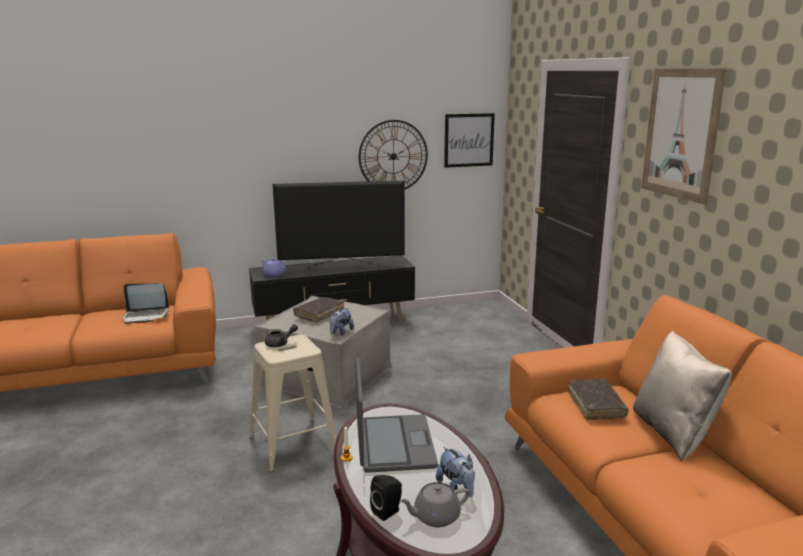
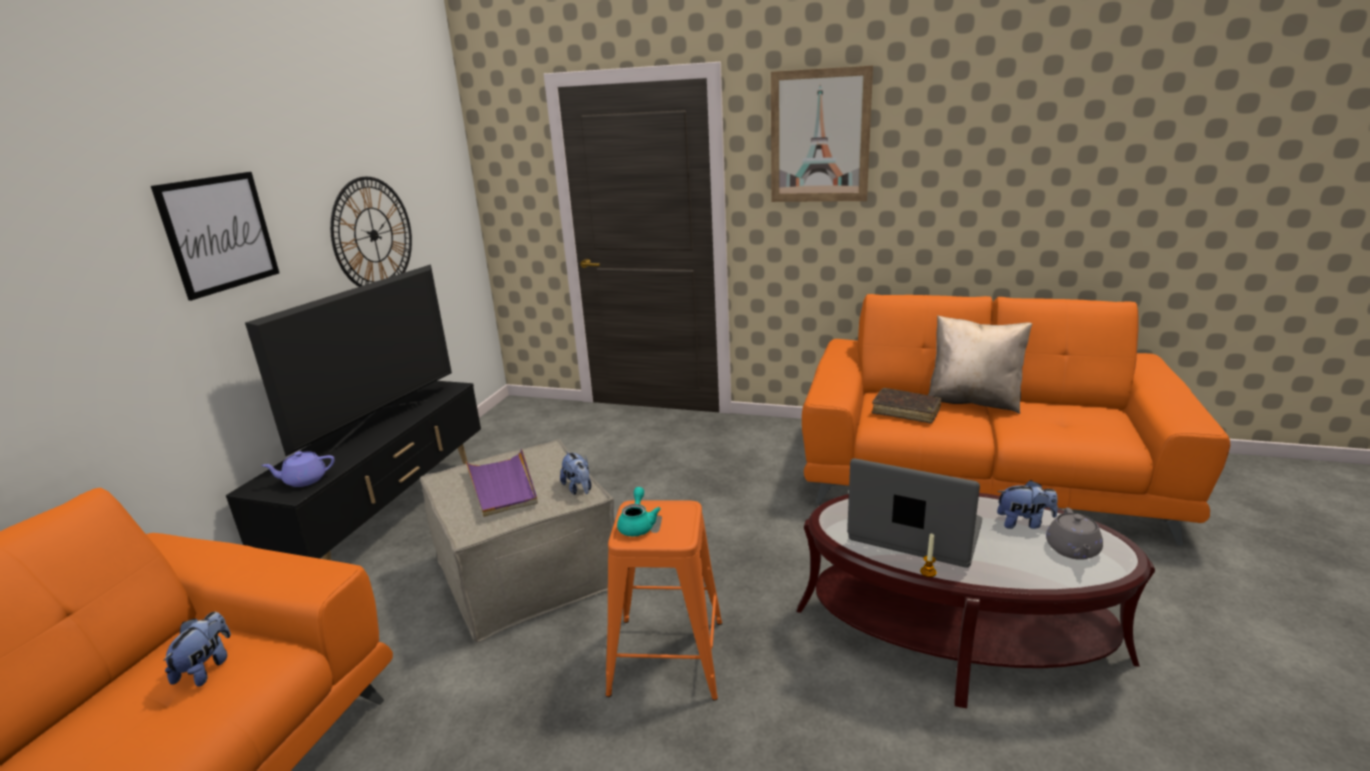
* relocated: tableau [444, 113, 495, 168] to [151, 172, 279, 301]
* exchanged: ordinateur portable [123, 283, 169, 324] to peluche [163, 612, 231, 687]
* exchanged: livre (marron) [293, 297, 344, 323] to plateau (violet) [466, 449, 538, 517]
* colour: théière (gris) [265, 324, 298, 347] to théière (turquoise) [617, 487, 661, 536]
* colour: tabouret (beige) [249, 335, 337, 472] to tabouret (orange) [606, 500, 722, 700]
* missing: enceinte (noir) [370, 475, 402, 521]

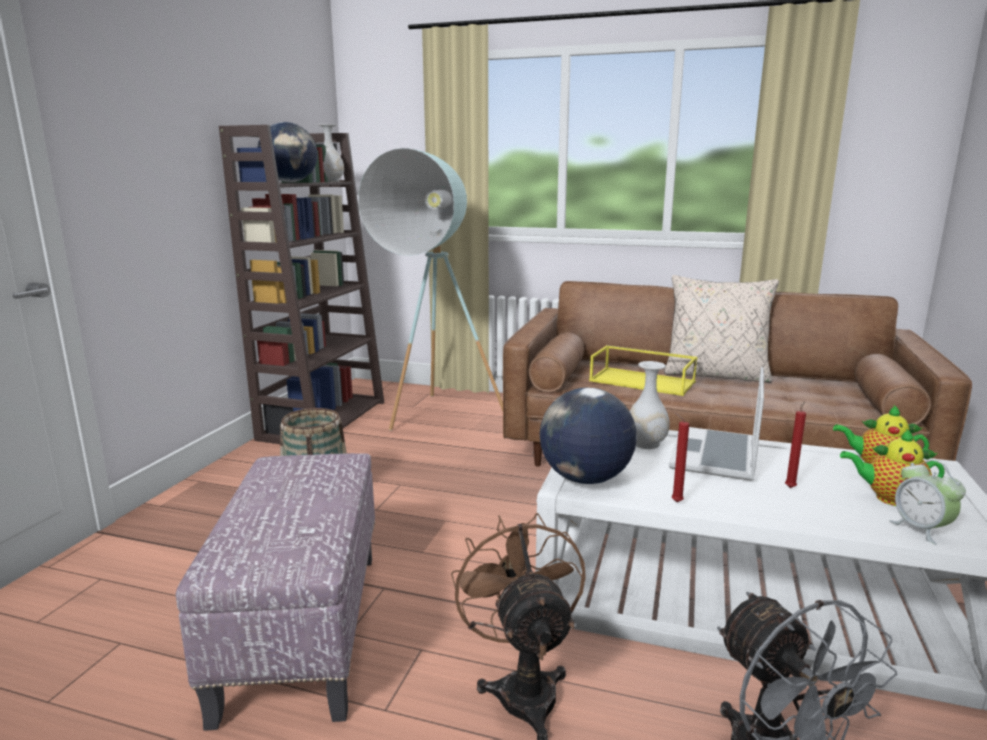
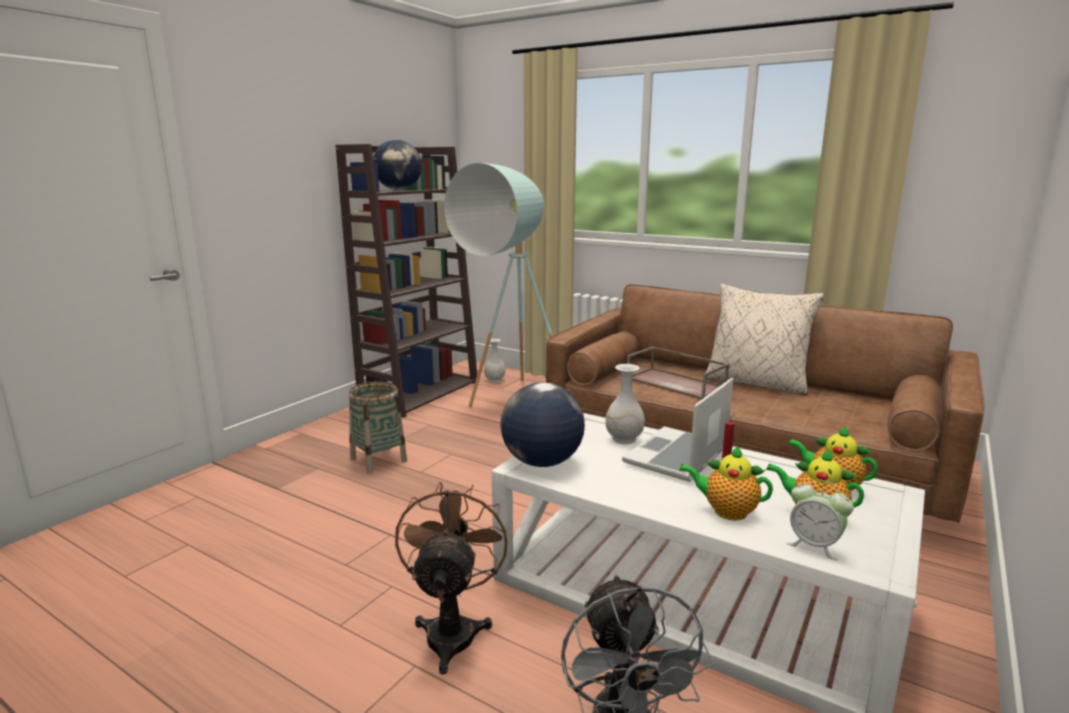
* relocated: vase (blanc) [319, 124, 344, 182] to [484, 339, 505, 383]
* colour: plateau (jaune) [589, 345, 698, 396] to plateau (marron) [627, 346, 730, 400]
* missing: bougie (rouge) [672, 413, 689, 502]
* missing: pouf [176, 453, 375, 731]
* spun: réveil [889, 460, 966, 545] = [786, 479, 854, 561] 45 degrees counterclockwise
* appeared: théière [679, 445, 773, 520]

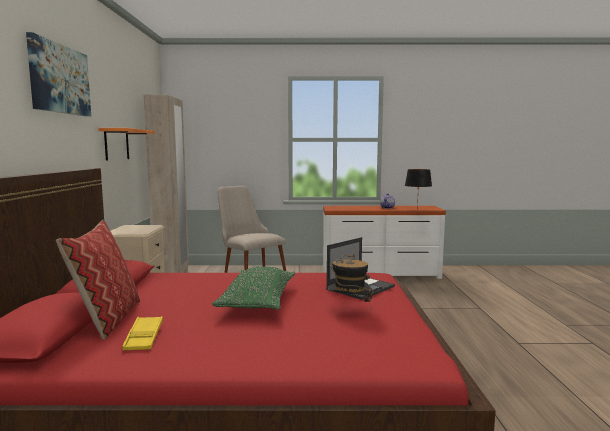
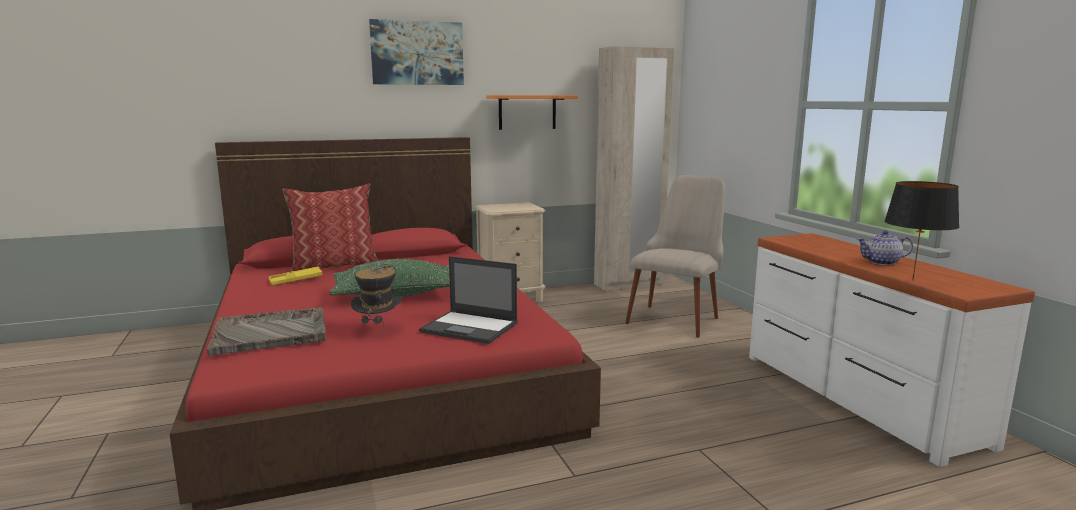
* appeared: plateau (gris) [207, 307, 326, 355]

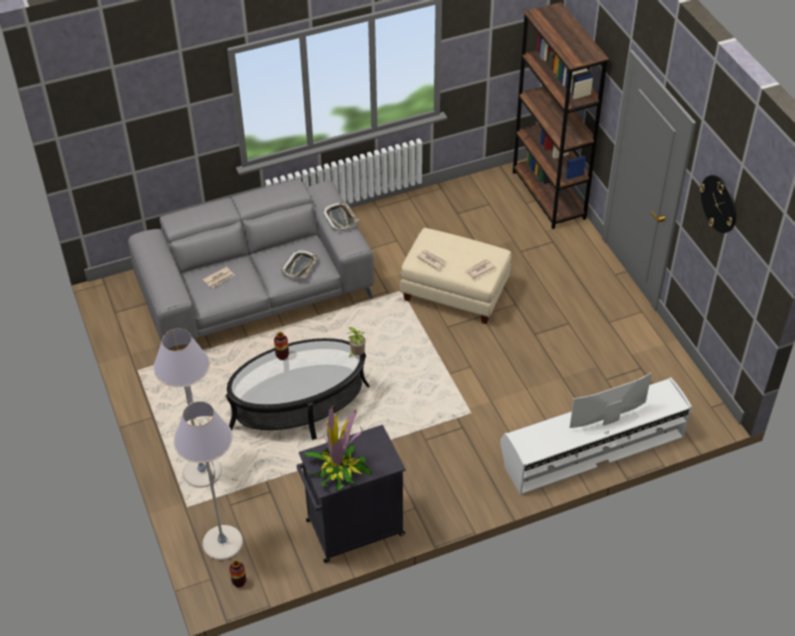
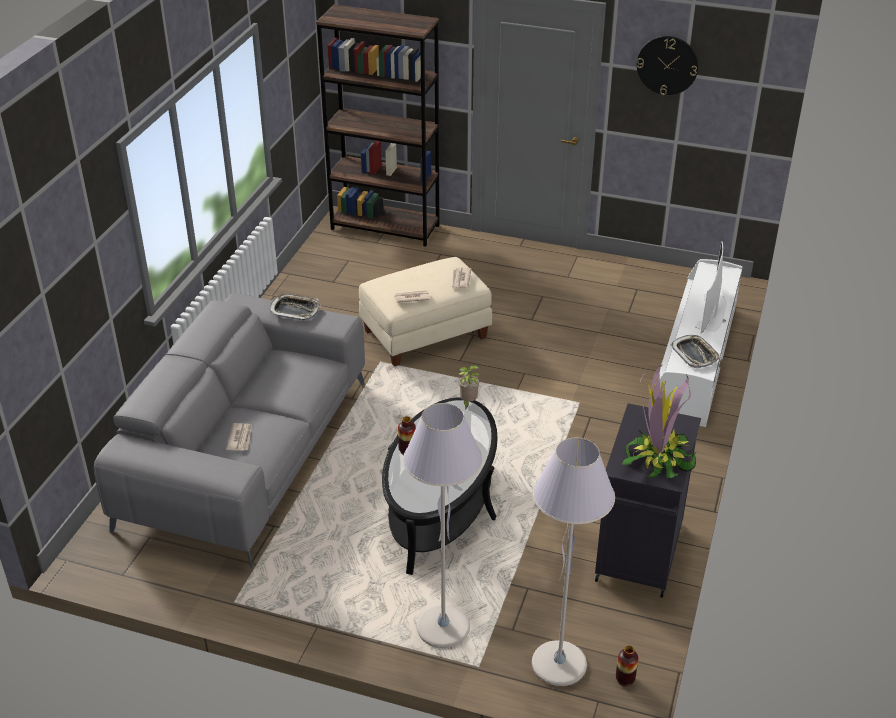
* relocated: plateau [281, 250, 318, 279] to [670, 335, 721, 368]

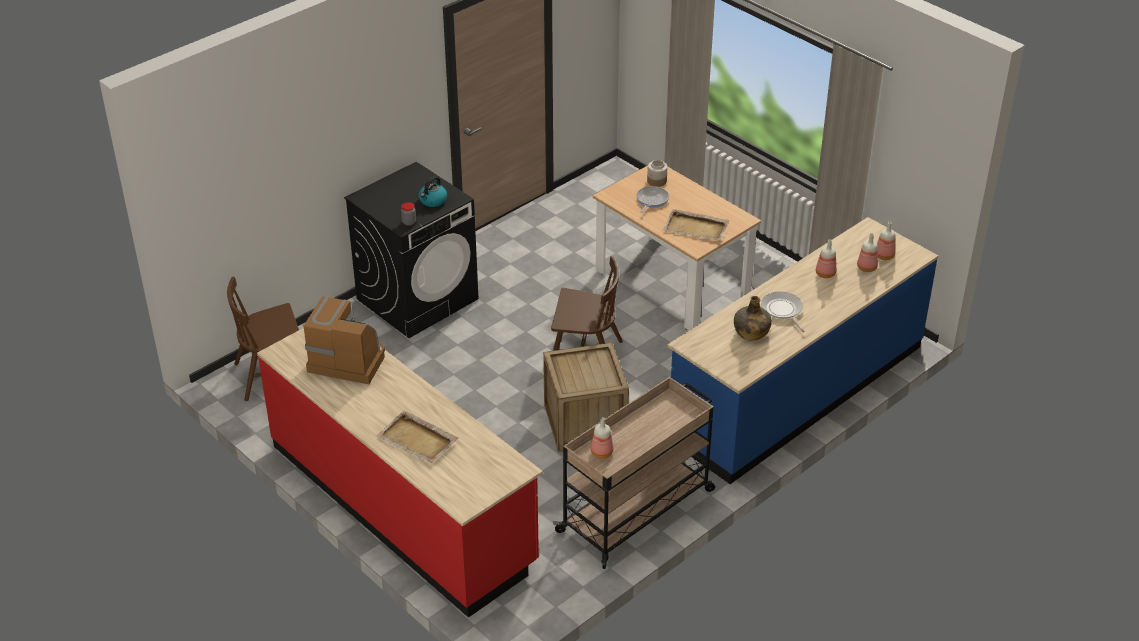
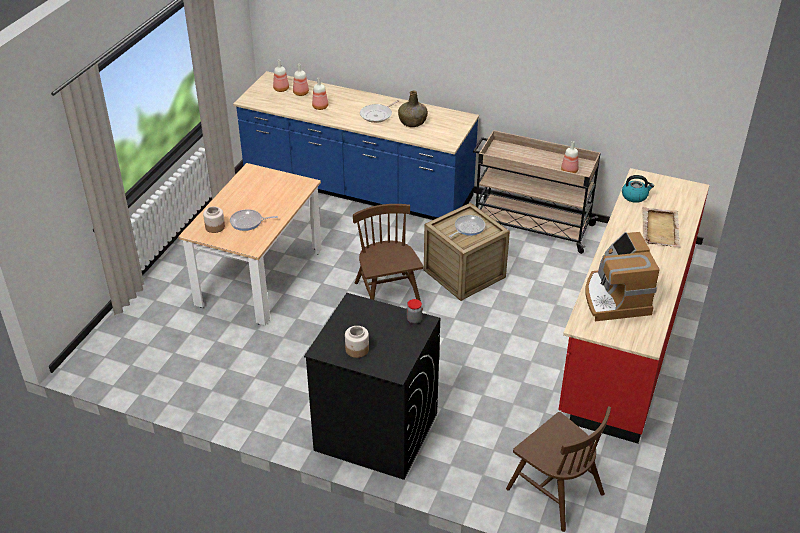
* relocated: bouilloire [419, 176, 447, 207] to [622, 175, 654, 203]
* missing: plateau (beige) [662, 209, 730, 241]
* appeared: poêle [449, 215, 485, 237]
* appeared: bocal [345, 326, 369, 358]

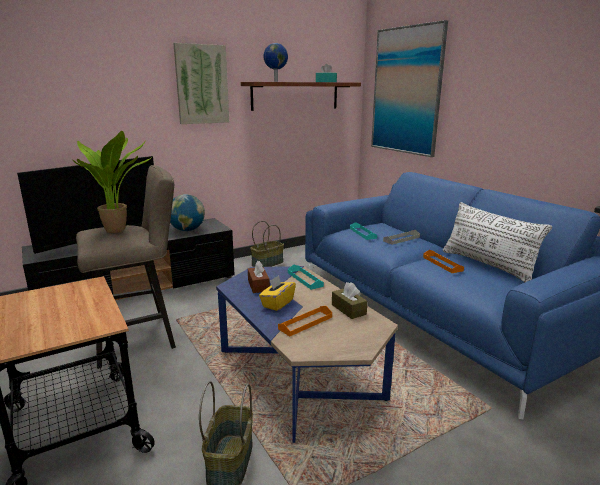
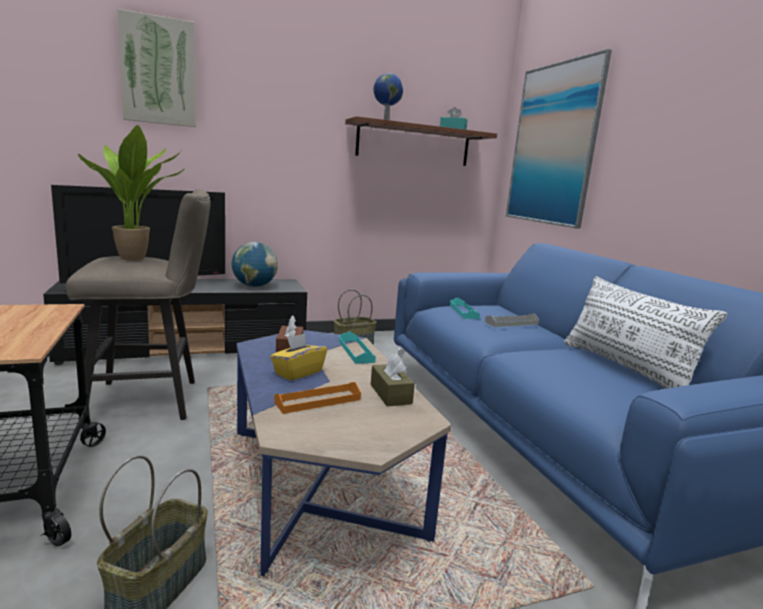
* relocated: tableau [173, 43, 229, 124] to [117, 9, 196, 127]
* missing: plateau (orange) [423, 250, 464, 273]

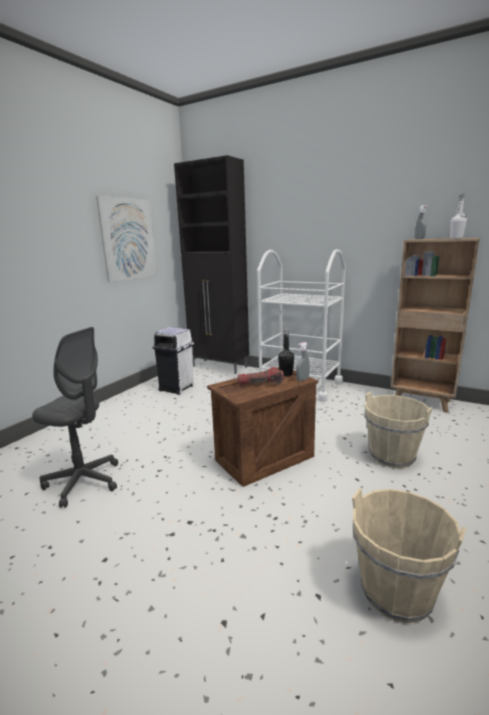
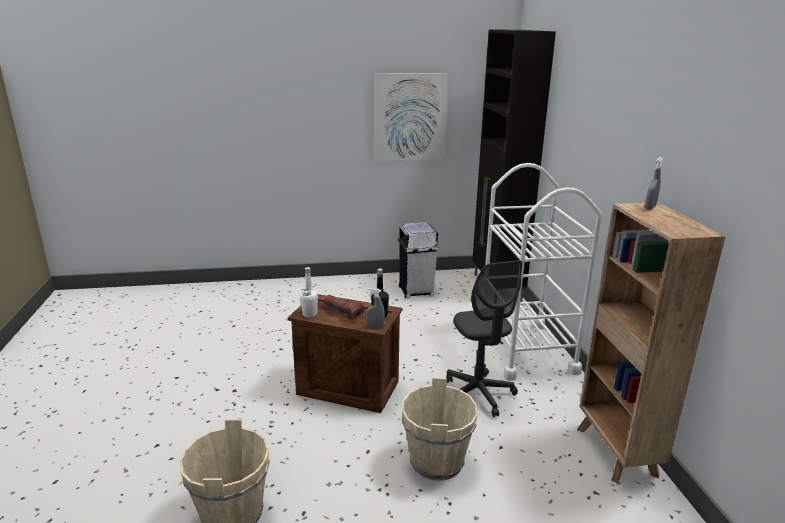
* relocated: bouteille (blanc) [450, 194, 467, 239] to [300, 267, 318, 318]
* relocated: chaise de bureau (gris) [32, 327, 118, 508] to [446, 260, 523, 417]

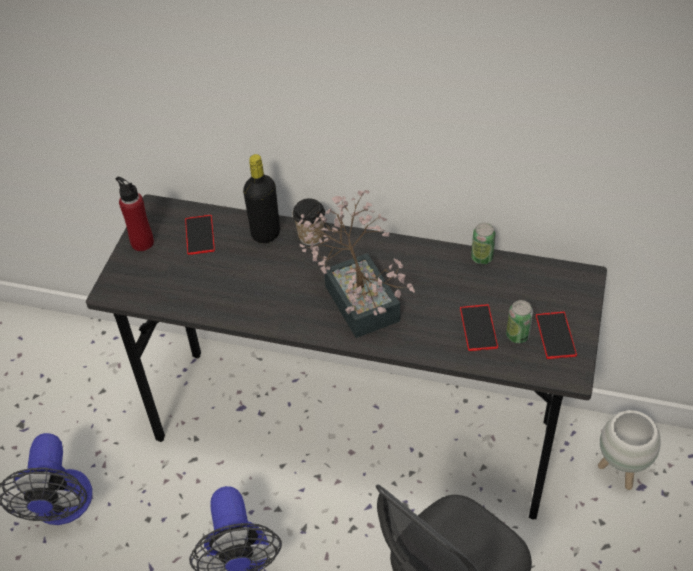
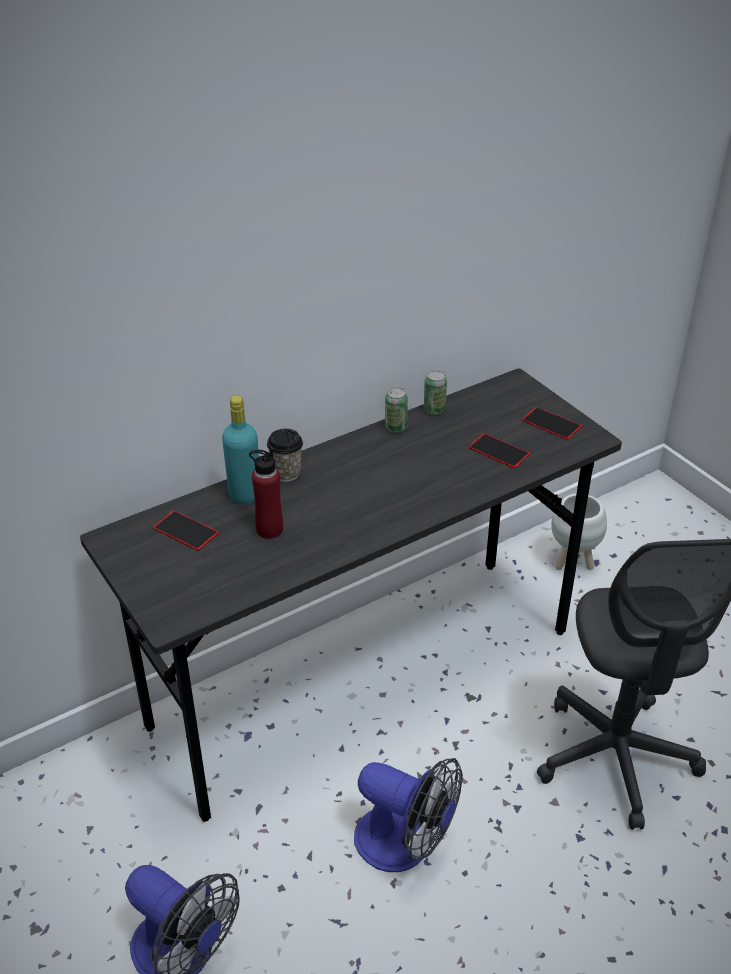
* colour: bouteille (noir) [243, 154, 280, 243] to bouteille (turquoise) [222, 395, 259, 504]
* relocated: bouteille (rouge) [116, 177, 154, 251] to [249, 448, 283, 539]
* missing: plante en pot [298, 190, 415, 338]
* relocated: boîte métallique [506, 300, 533, 343] to [385, 387, 408, 432]

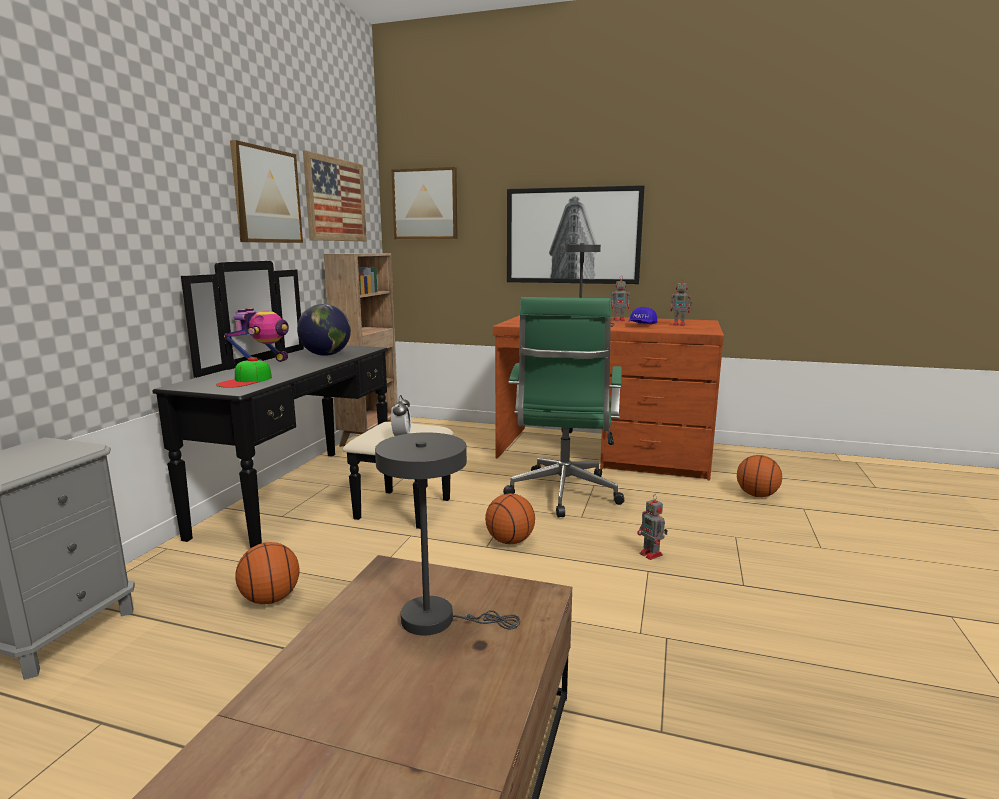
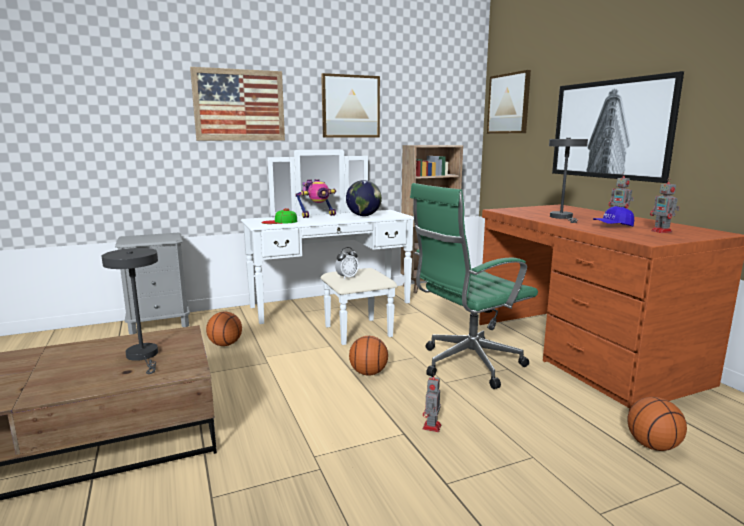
* relocated: tableau [303, 150, 367, 241] to [190, 67, 285, 141]
* colour: commode (noir) [152, 261, 454, 549] to commode (blanc) [241, 150, 414, 345]

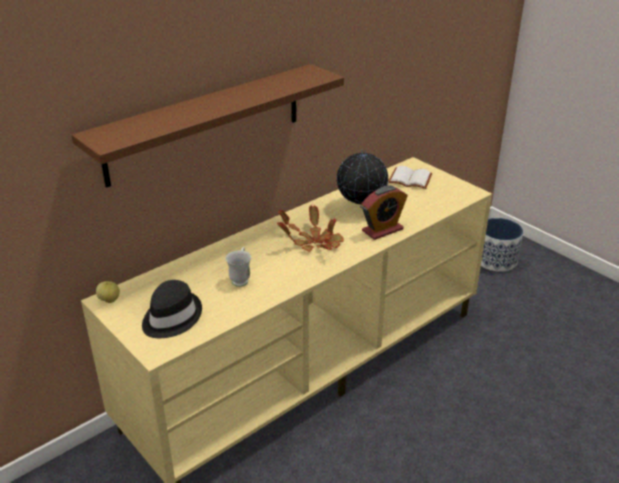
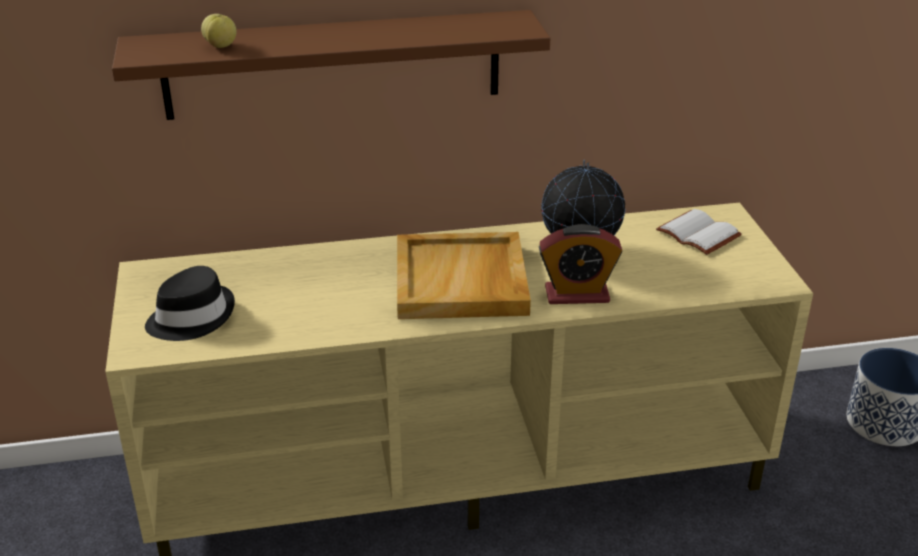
* exchanged: plante en pot [277, 204, 344, 252] to plateau (beige) [397, 232, 531, 319]
* missing: mug (blanc) [225, 247, 251, 287]
* relocated: pomme [96, 281, 120, 303] to [201, 14, 236, 48]

